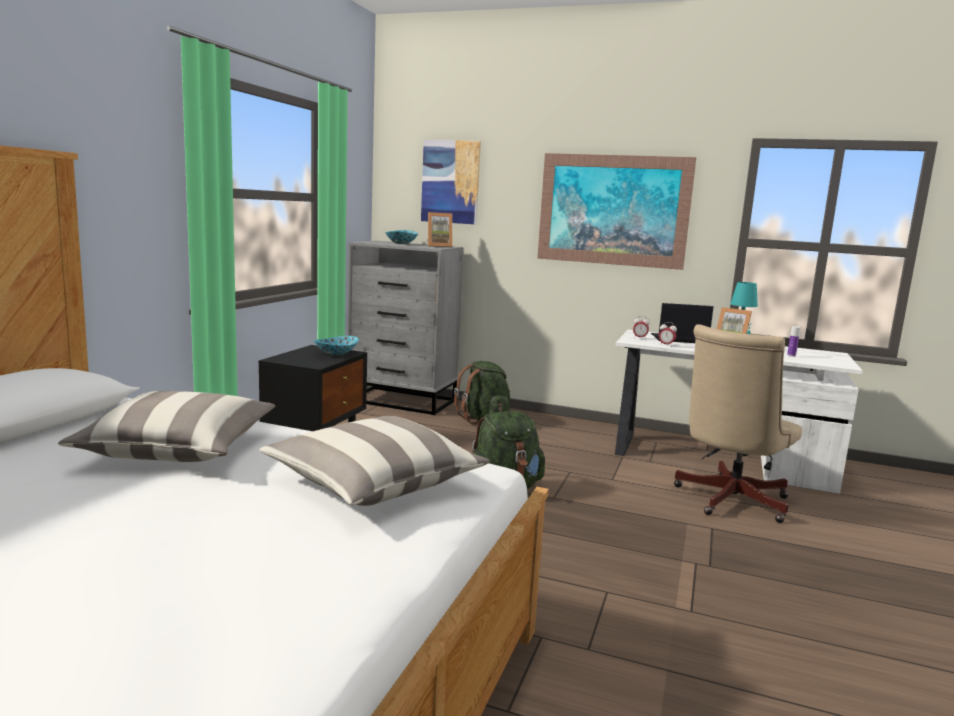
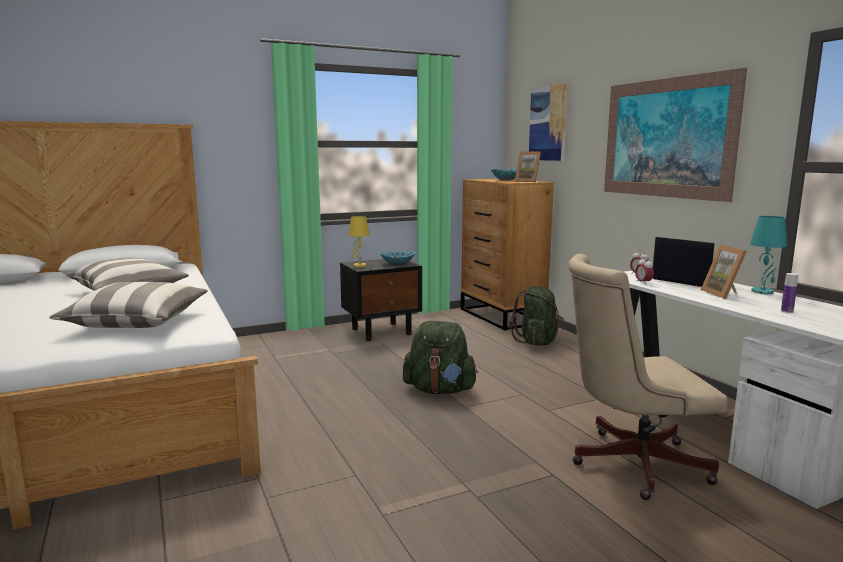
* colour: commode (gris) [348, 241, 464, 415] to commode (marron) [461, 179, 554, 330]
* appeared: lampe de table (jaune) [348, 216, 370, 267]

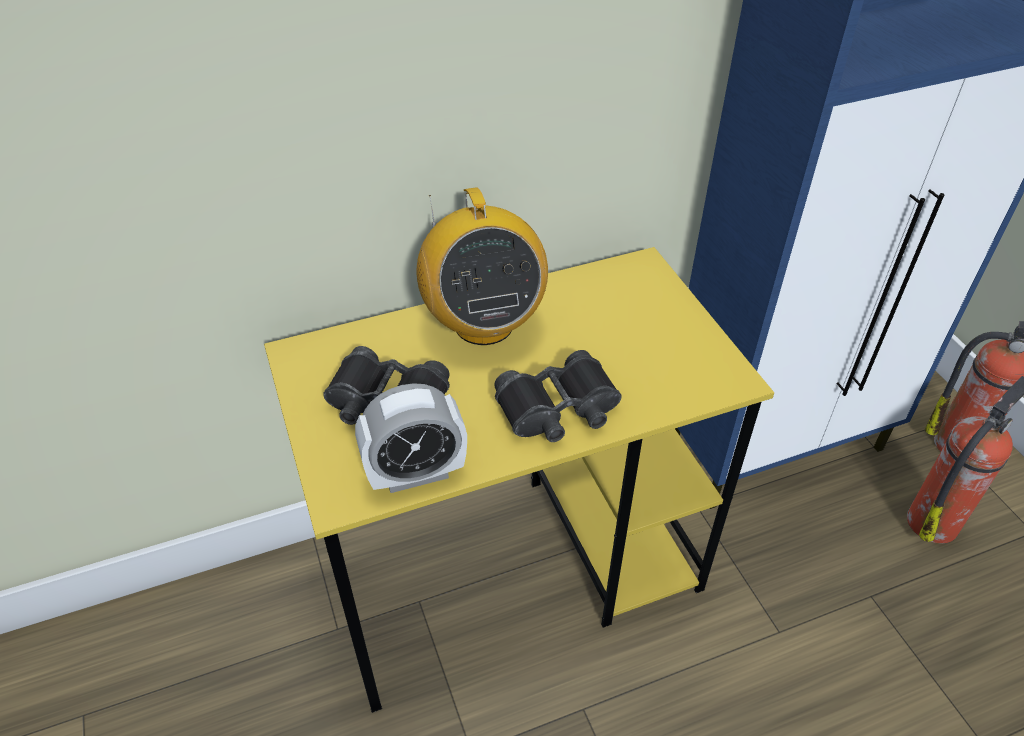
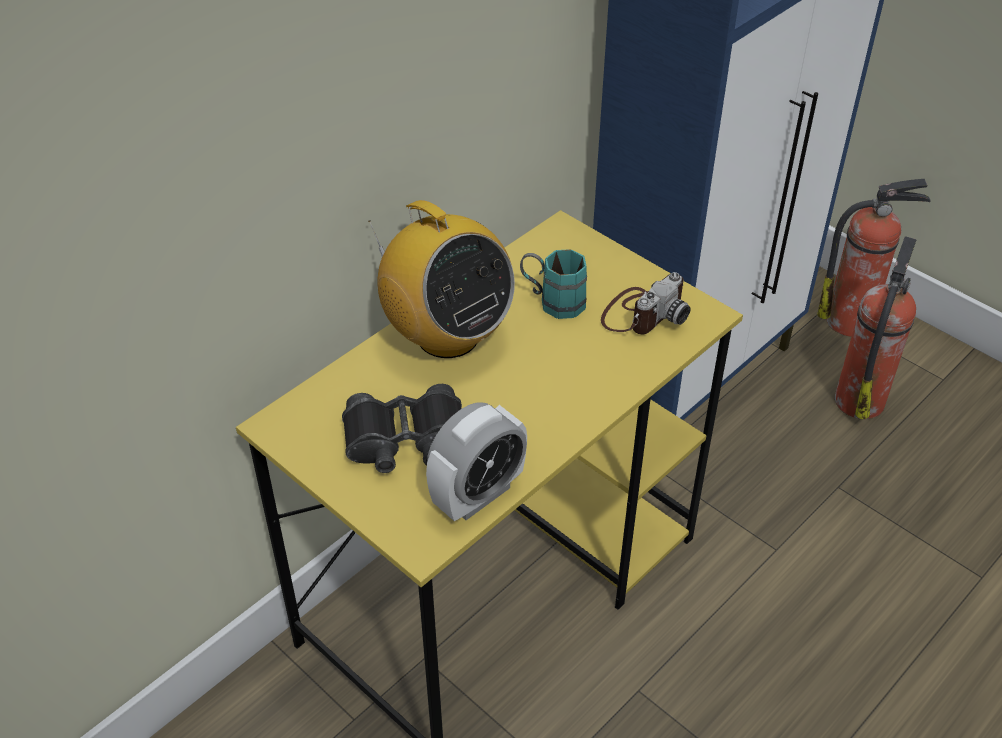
* missing: jumelles (noir) [494, 350, 621, 442]
* appeared: mug (turquoise) [520, 249, 587, 319]
* appeared: appareil photo [601, 272, 691, 334]

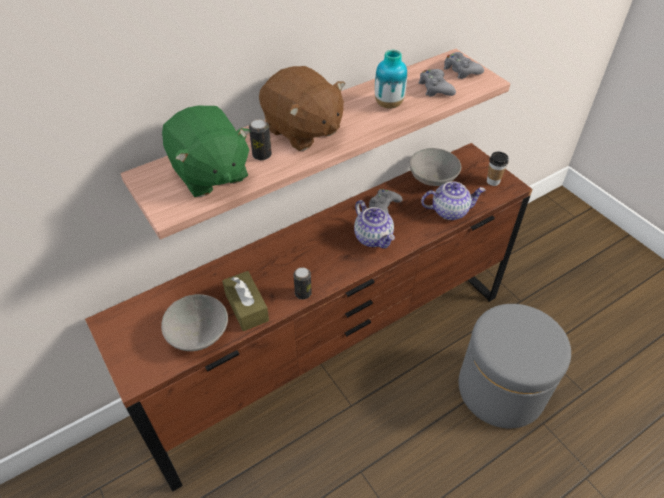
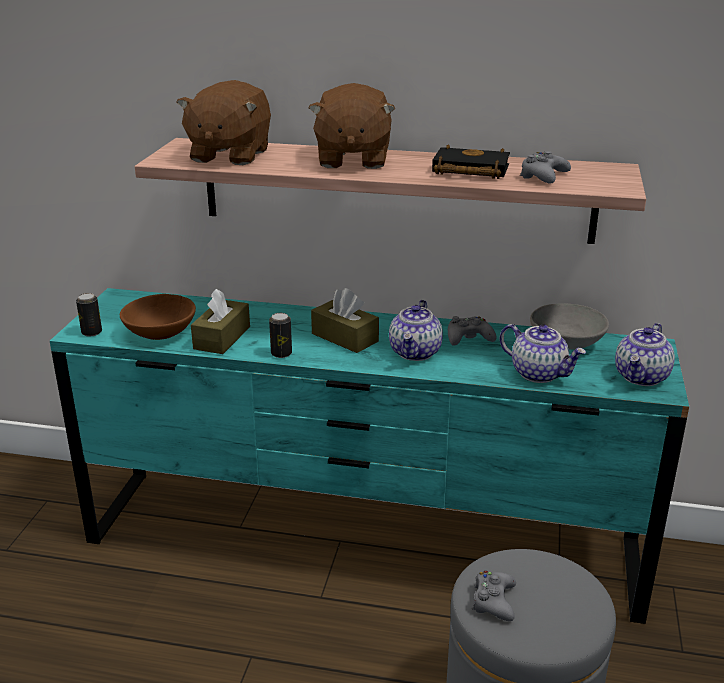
* exchanged: vase [375, 50, 407, 109] to livre (noir) [432, 144, 510, 179]
* relocated: manette (gris) [444, 52, 484, 79] to [472, 571, 516, 621]
* colour: peluche (vert) [162, 106, 250, 197] to peluche (marron) [176, 80, 271, 165]
* relocated: boîte métallique [249, 119, 272, 160] to [76, 293, 102, 336]
* colour: commode (marron) [85, 143, 533, 491] to commode (turquoise) [50, 288, 689, 624]
* exchanged: tasse [487, 151, 509, 186] to théière [615, 323, 675, 386]
* colour: bol (gris) [161, 294, 228, 351] to bol (marron) [120, 294, 196, 340]
* appeared: boîte à mouchoirs (marron) [311, 288, 379, 353]

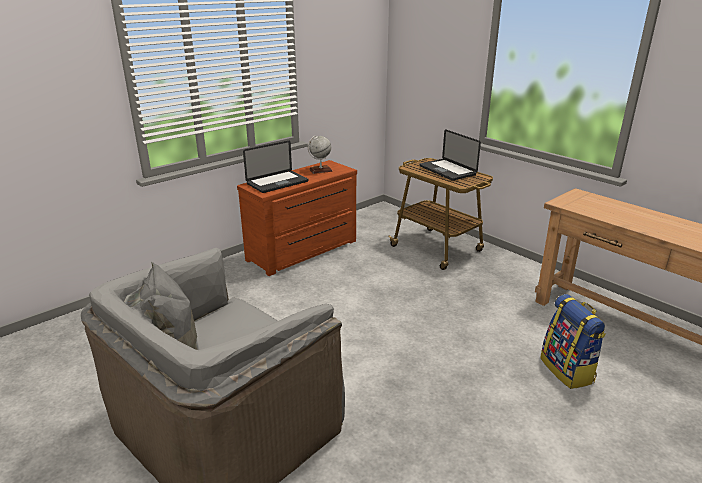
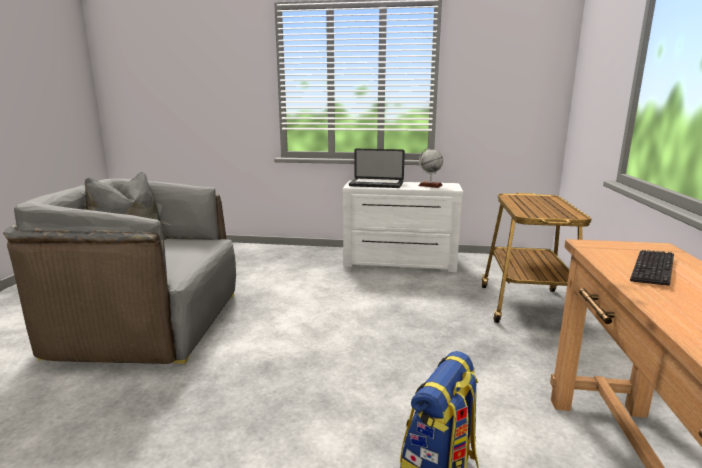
* missing: ordinateur portable [419, 129, 481, 181]
* colour: commode (marron) [237, 160, 357, 276] to commode (blanc) [342, 181, 463, 272]
* appeared: clavier [630, 250, 674, 286]

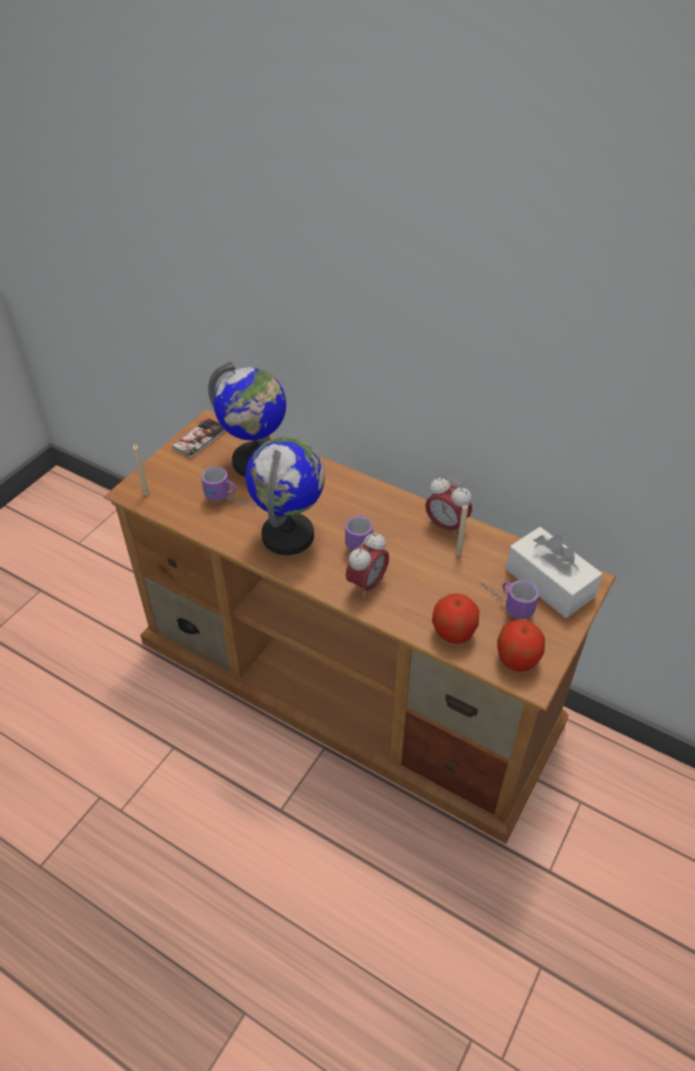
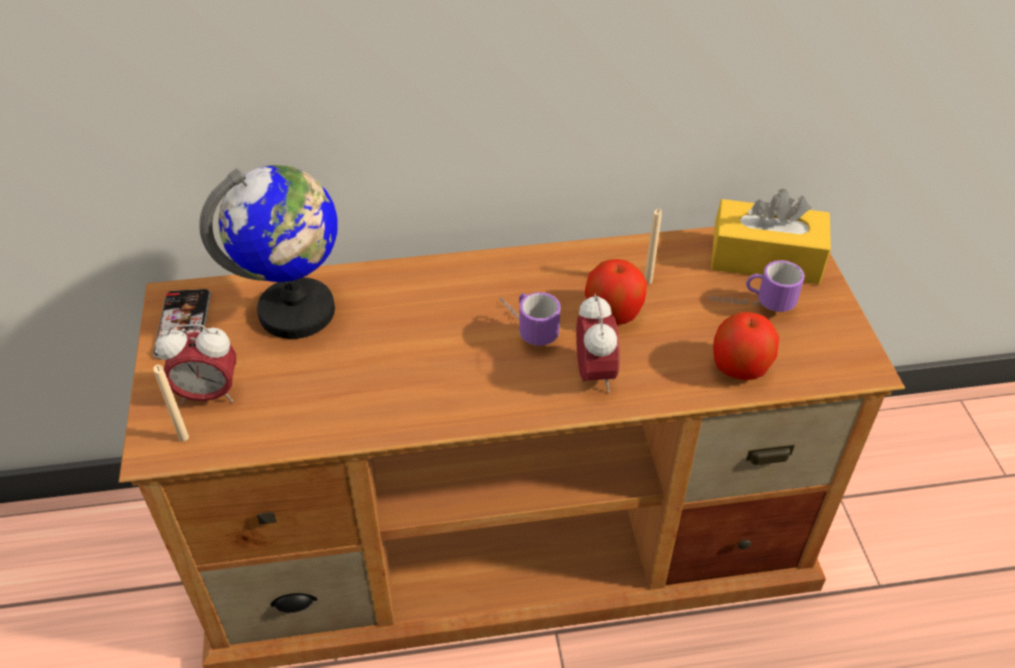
* missing: globe [245, 437, 325, 555]
* missing: mug [201, 467, 258, 506]
* relocated: réveil [425, 476, 472, 537] to [155, 324, 236, 405]
* colour: boîte à mouchoirs (blanc) [506, 527, 603, 618] to boîte à mouchoirs (jaune) [711, 189, 831, 284]
* relocated: pomme [497, 619, 545, 672] to [584, 259, 647, 325]

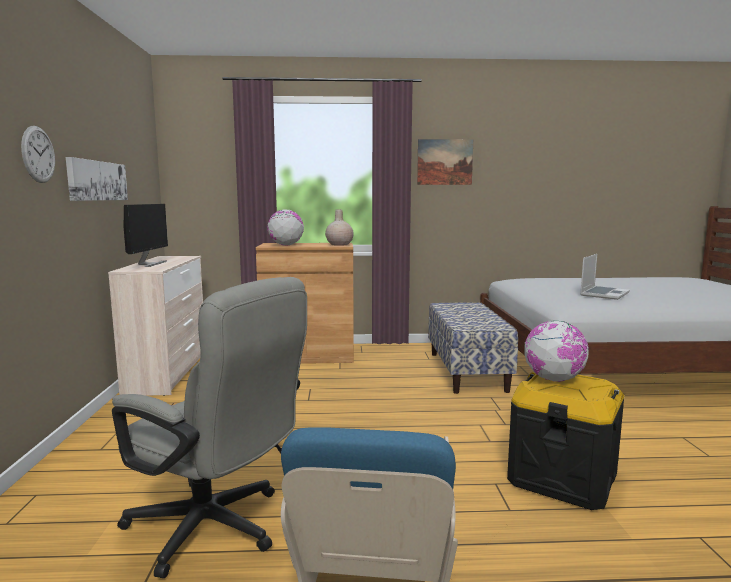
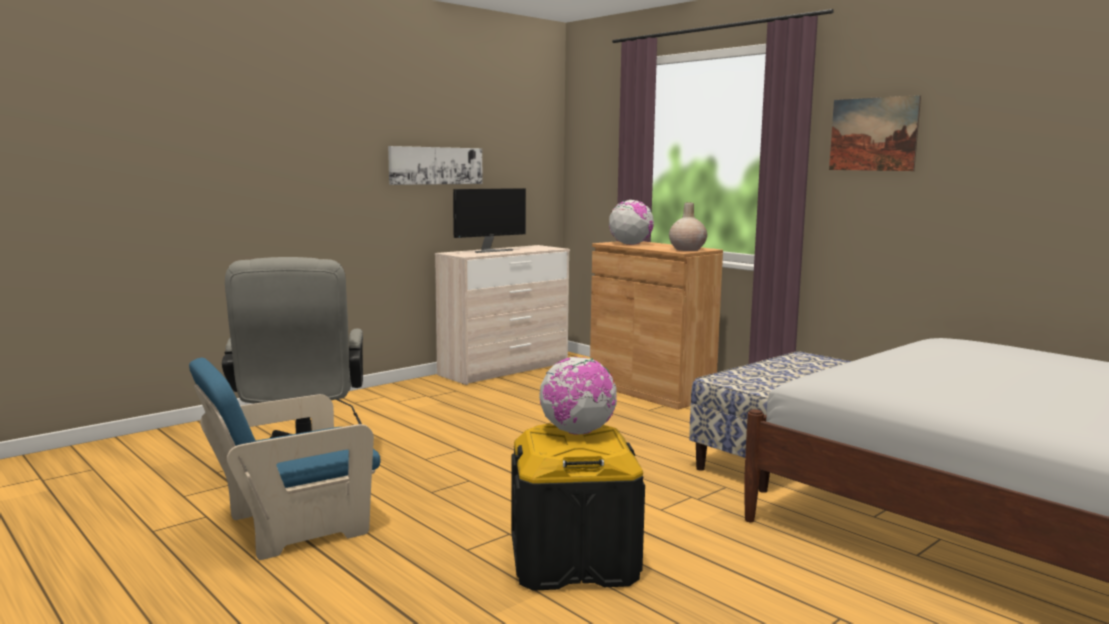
* missing: horloge murale [21, 126, 55, 183]
* missing: ordinateur portable [580, 254, 630, 300]

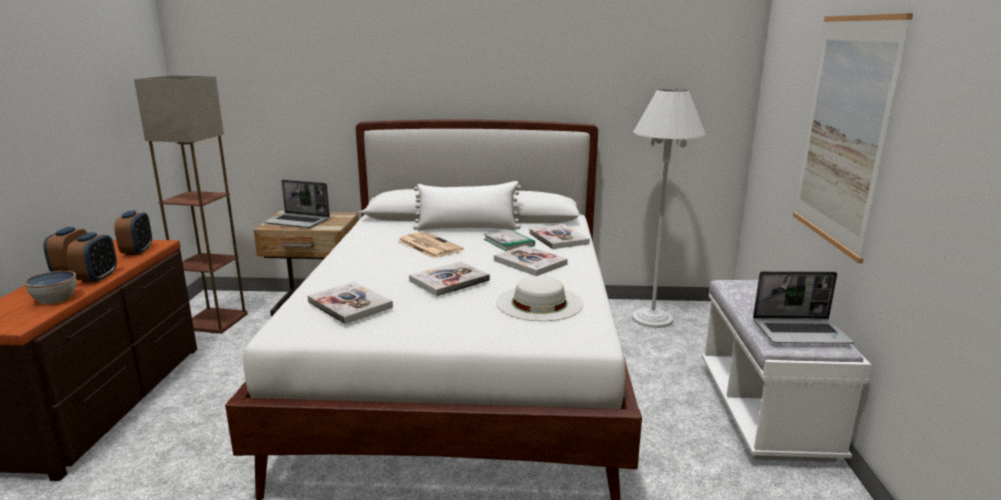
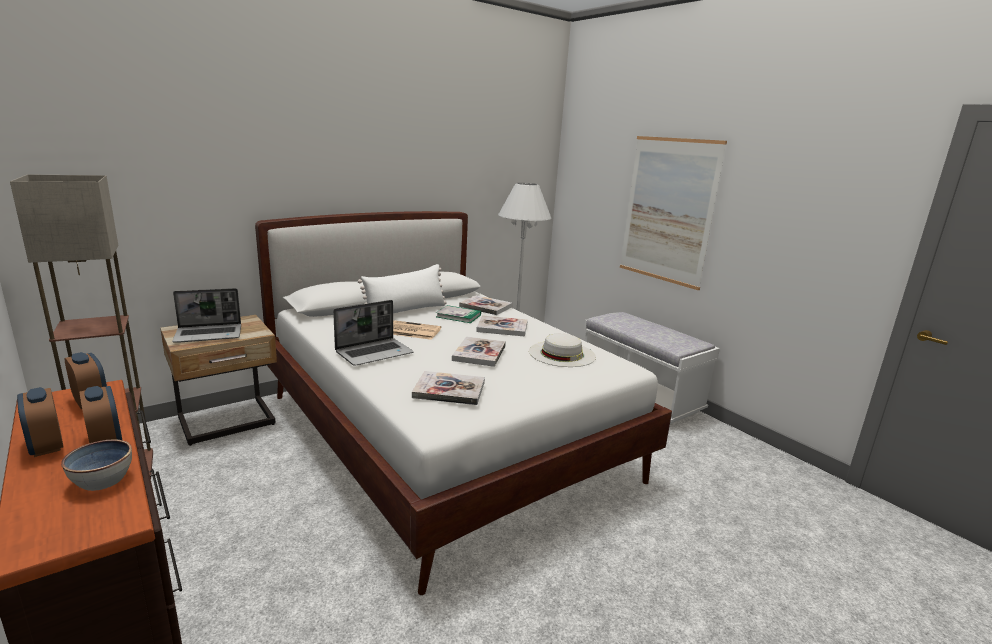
* relocated: ordinateur portable [753, 271, 854, 344] to [333, 300, 414, 366]

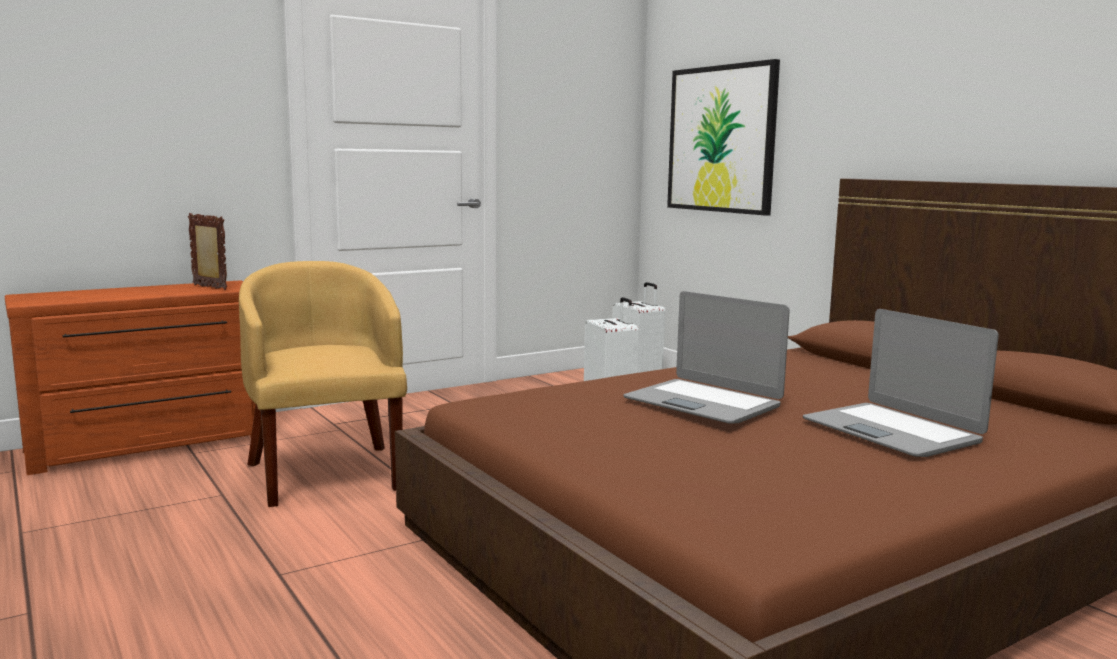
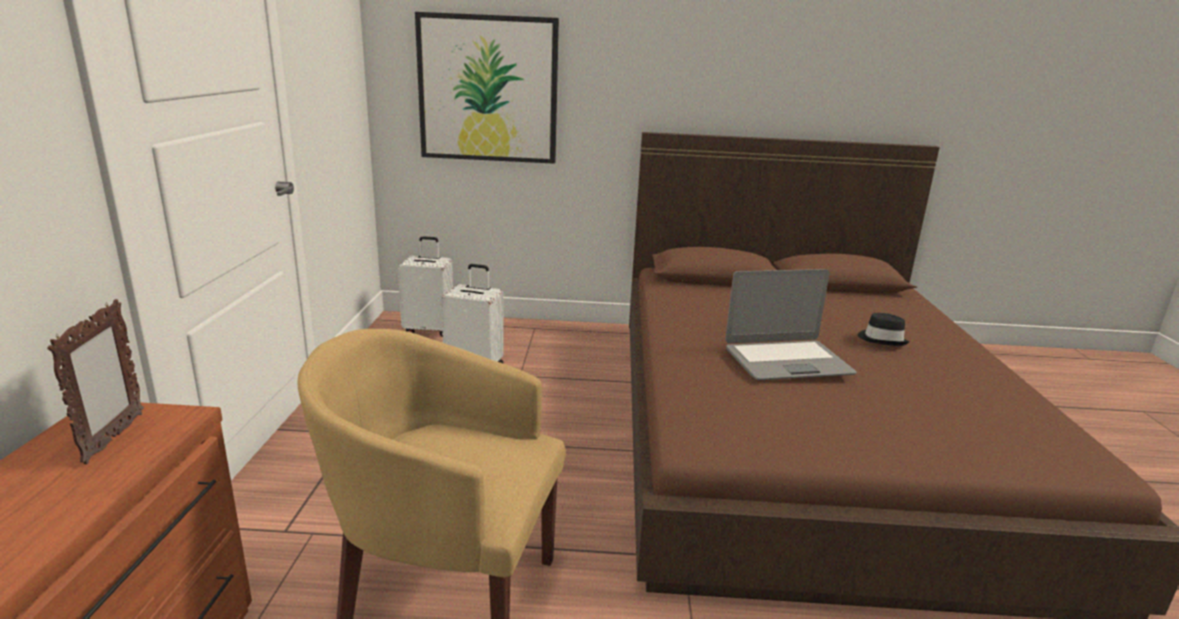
* spun: cadre photo [188, 213, 227, 290] = [47, 299, 144, 464] 105 degrees clockwise
* exchanged: ordinateur portable [803, 309, 999, 457] to chapeau (noir) [858, 313, 910, 346]

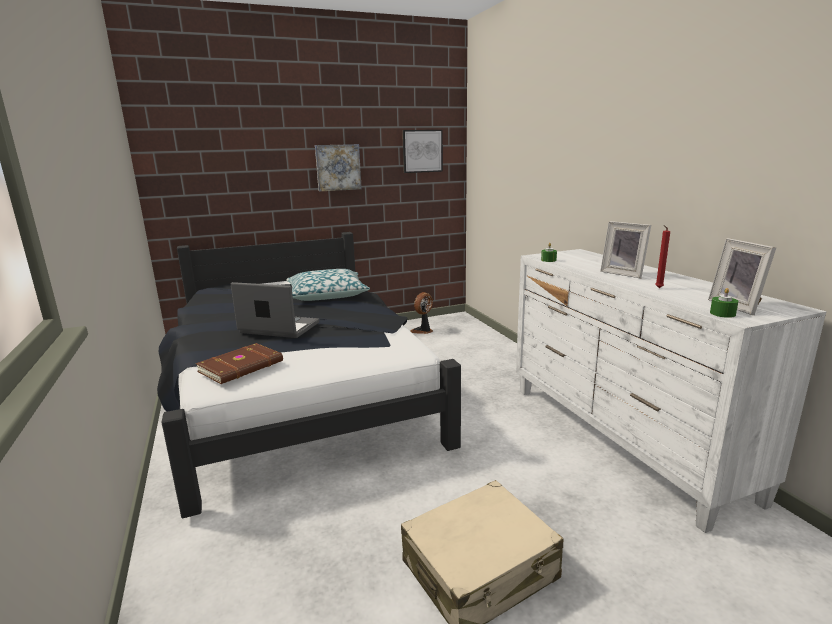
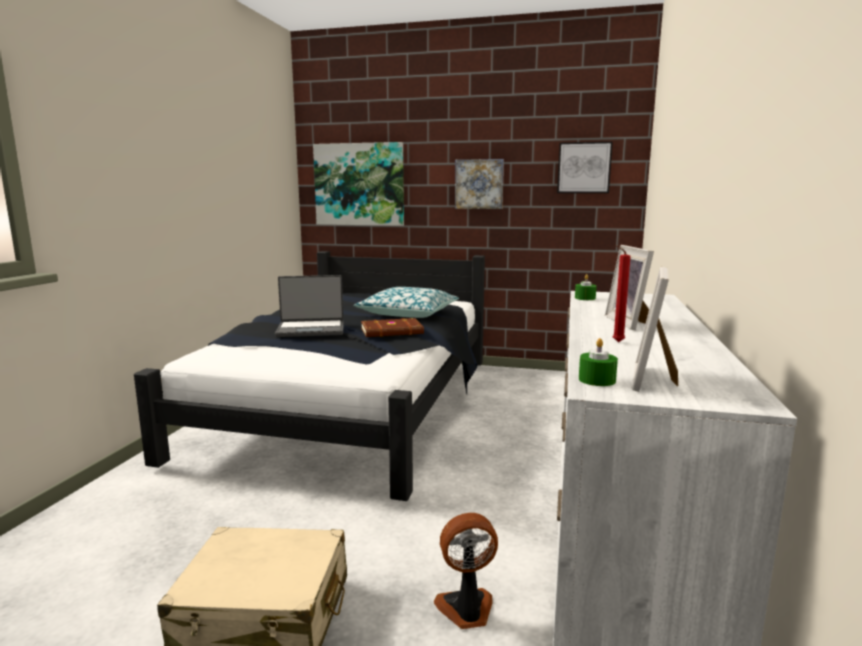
* spun: ordinateur portable [231, 282, 319, 338] = [275, 275, 344, 337] 120 degrees clockwise
* relocated: ventilateur [410, 292, 433, 334] to [434, 513, 498, 629]
* relocated: livre (marron) [196, 343, 283, 384] to [361, 318, 424, 337]
* appeared: tableau [313, 142, 404, 226]

